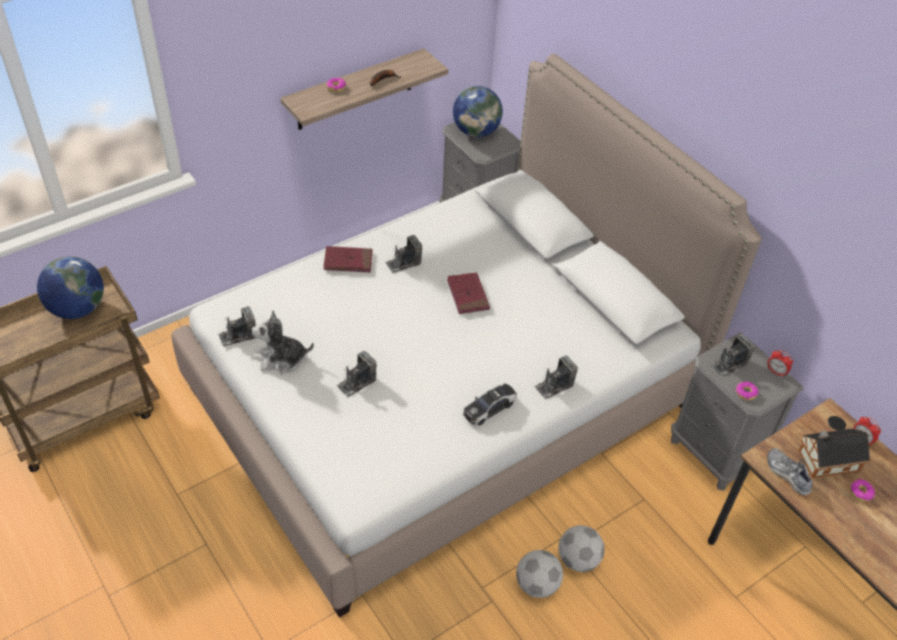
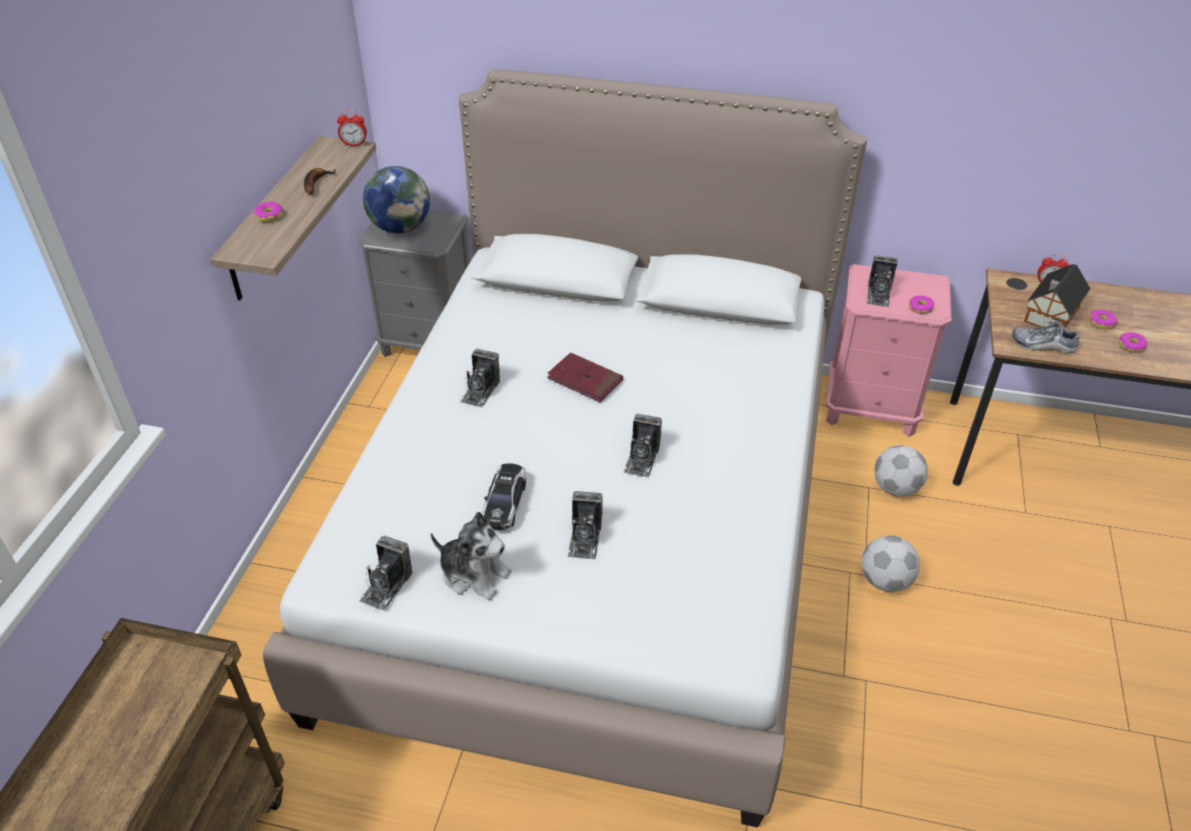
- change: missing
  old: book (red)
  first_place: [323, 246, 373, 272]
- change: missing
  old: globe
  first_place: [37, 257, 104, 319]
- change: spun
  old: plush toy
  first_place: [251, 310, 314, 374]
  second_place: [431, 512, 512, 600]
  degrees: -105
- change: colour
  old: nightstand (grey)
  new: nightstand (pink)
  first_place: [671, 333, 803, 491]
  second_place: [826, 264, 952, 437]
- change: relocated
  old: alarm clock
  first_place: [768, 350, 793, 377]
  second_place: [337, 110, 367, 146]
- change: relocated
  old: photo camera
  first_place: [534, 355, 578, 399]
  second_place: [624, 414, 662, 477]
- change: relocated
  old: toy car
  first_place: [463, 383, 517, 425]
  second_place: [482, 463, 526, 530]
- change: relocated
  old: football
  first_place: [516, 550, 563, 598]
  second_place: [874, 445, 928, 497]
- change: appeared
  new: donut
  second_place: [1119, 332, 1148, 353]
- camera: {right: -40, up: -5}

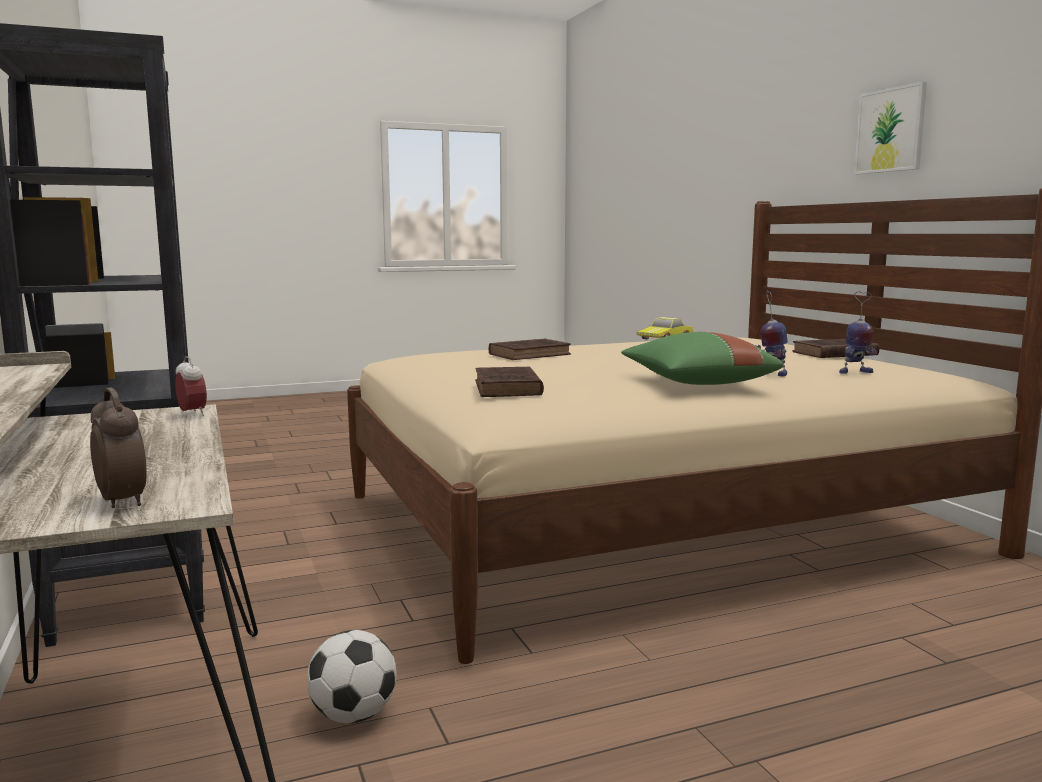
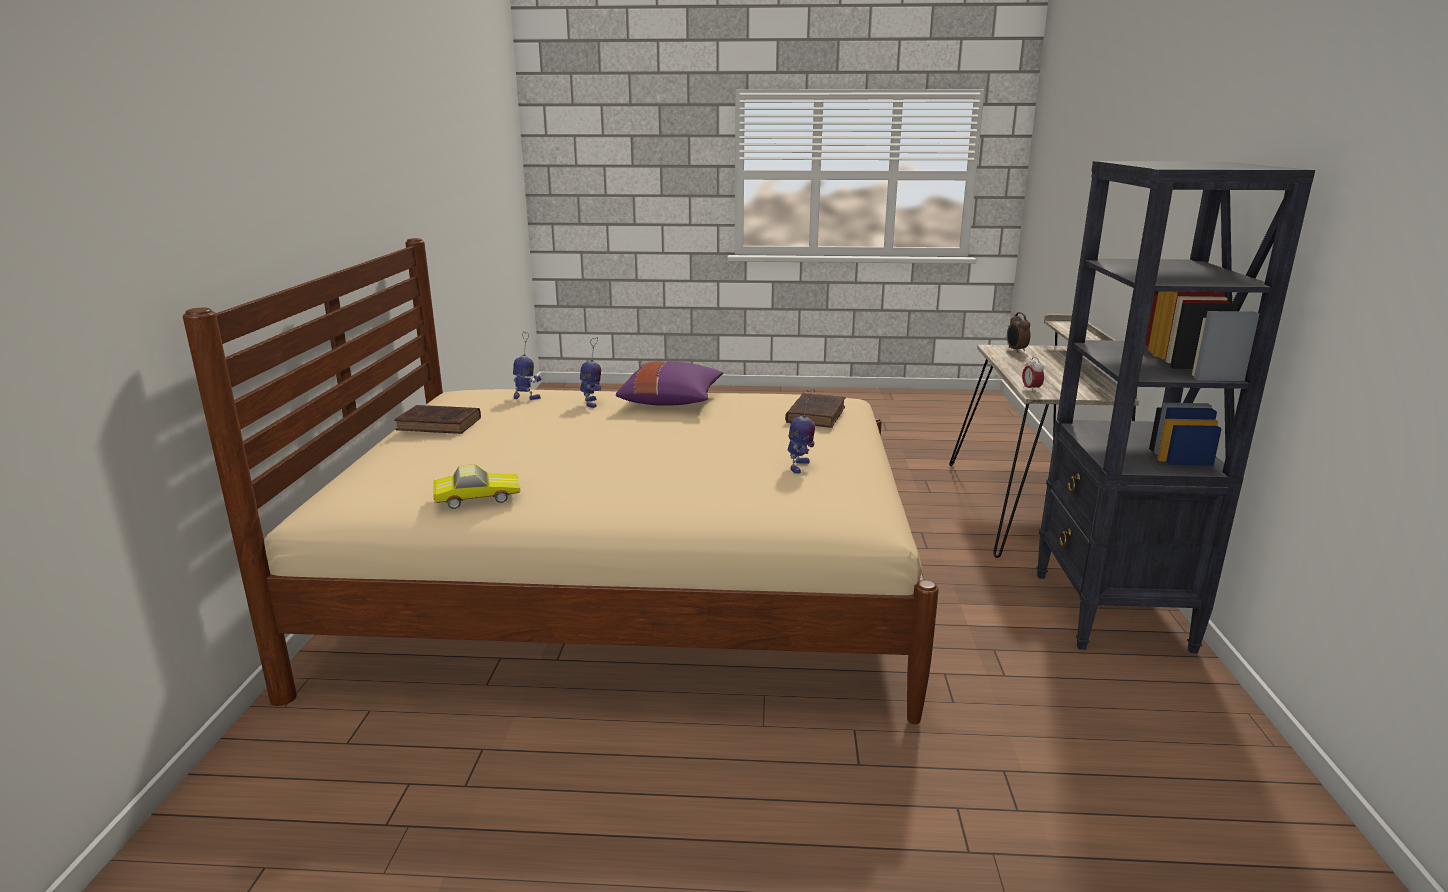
- change: missing
  old: picture
  first_place: [854, 82, 927, 174]
- change: colour
  old: pillow (green)
  new: pillow (purple)
  first_place: [621, 332, 784, 385]
  second_place: [616, 361, 723, 406]
- change: missing
  old: book (brown)
  first_place: [489, 338, 571, 360]
- change: missing
  old: football
  first_place: [307, 630, 397, 723]
- change: appeared
  new: toy robot
  second_place: [787, 389, 815, 474]
- camera: {right: -155, up: 10}

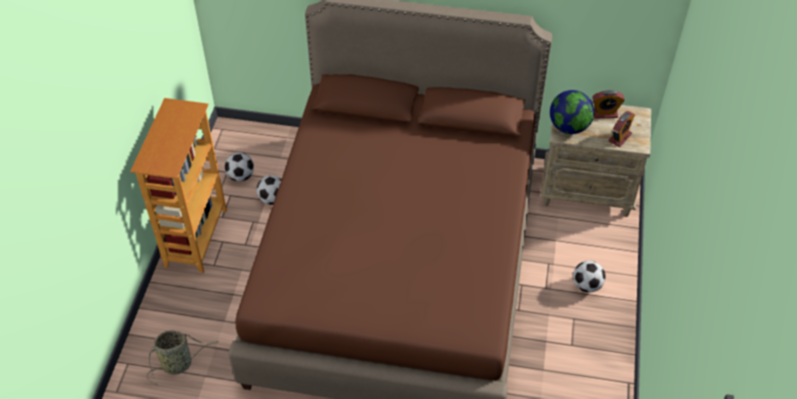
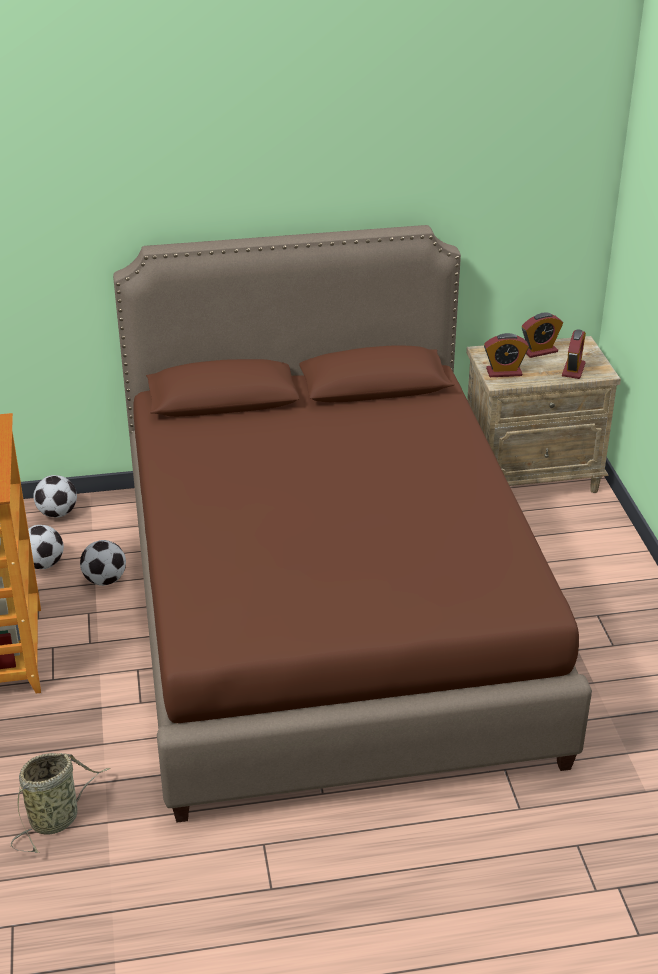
- change: exchanged
  old: globe
  new: alarm clock
  first_place: [550, 90, 594, 134]
  second_place: [484, 333, 529, 377]
- change: relocated
  old: football
  first_place: [573, 261, 606, 292]
  second_place: [33, 475, 77, 518]
- camera: {right: -20, up: -15}

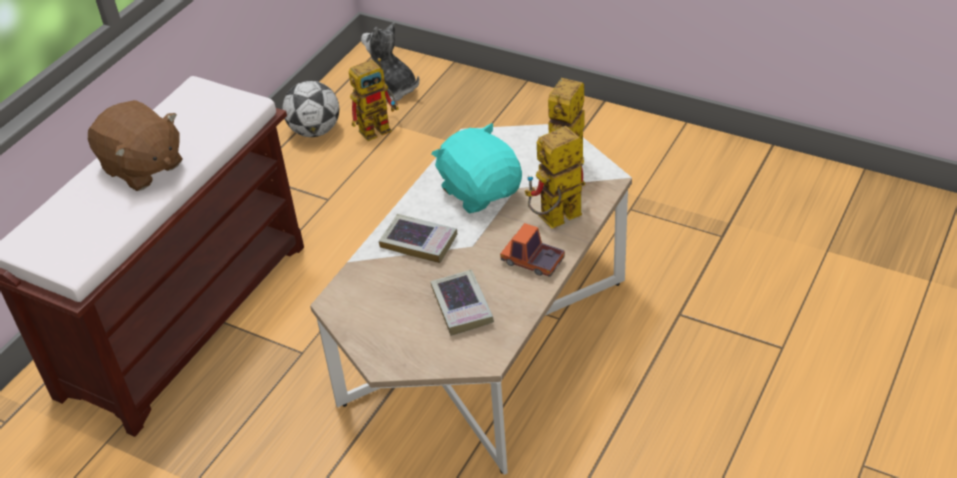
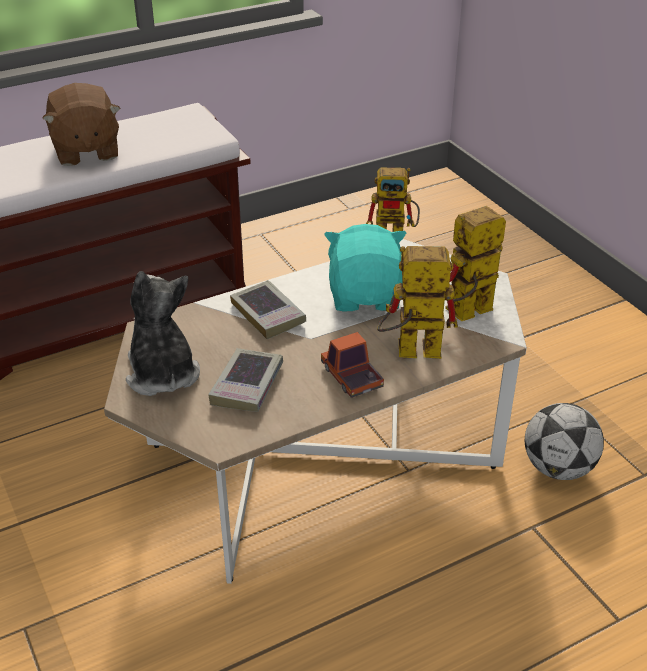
- change: relocated
  old: plush toy
  first_place: [361, 23, 419, 102]
  second_place: [126, 271, 200, 396]
- change: relocated
  old: football
  first_place: [283, 81, 339, 137]
  second_place: [524, 403, 604, 480]
- camera: {right: 30, up: -5}

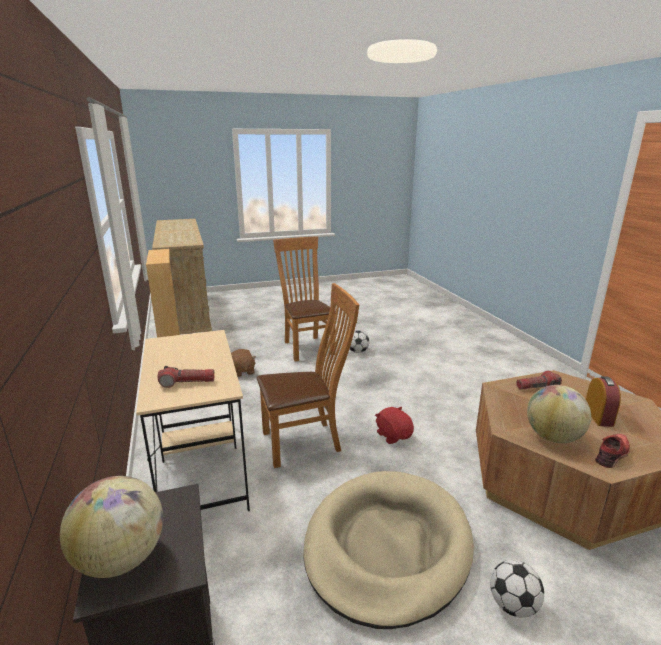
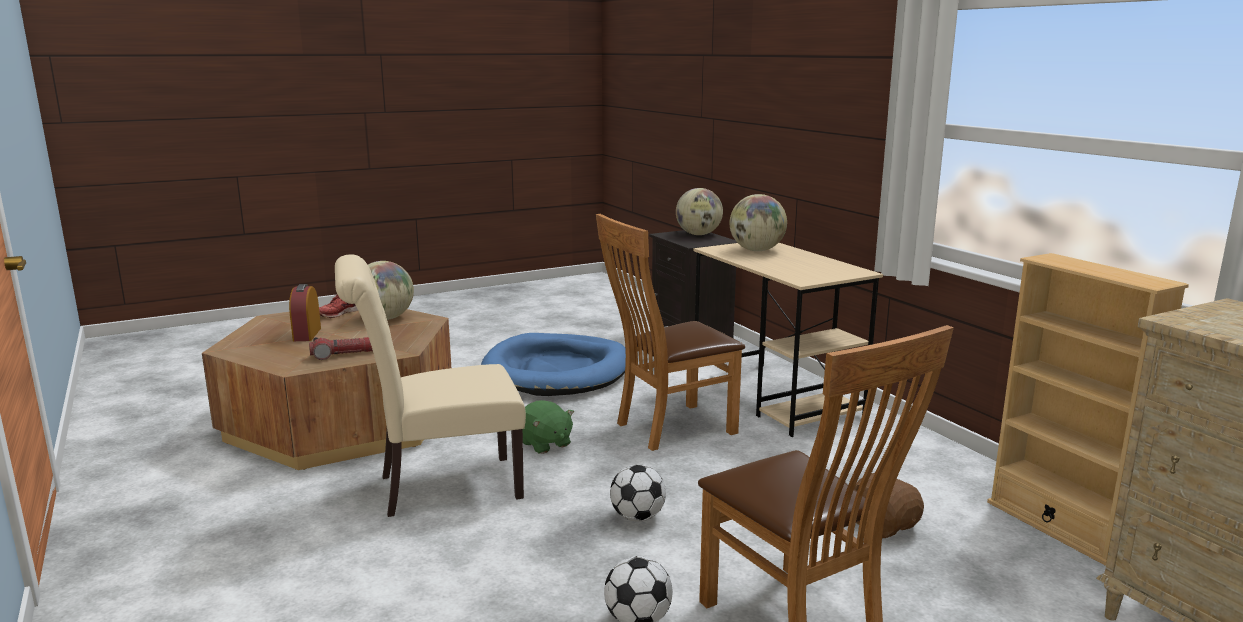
- change: exchanged
  old: flashlight
  new: globe
  first_place: [158, 366, 215, 388]
  second_place: [730, 194, 787, 251]
- change: colour
  old: plush toy (red)
  new: plush toy (green)
  first_place: [375, 406, 414, 444]
  second_place: [523, 400, 574, 454]
- change: colour
  old: dog bed (beige)
  new: dog bed (blue)
  first_place: [303, 471, 474, 629]
  second_place: [481, 333, 626, 396]
- change: relocated
  old: football
  first_place: [490, 560, 544, 618]
  second_place: [610, 464, 666, 522]
- change: appeared
  new: chair (beige)
  second_place: [335, 254, 526, 517]
- camera: {right: 170, up: -5}

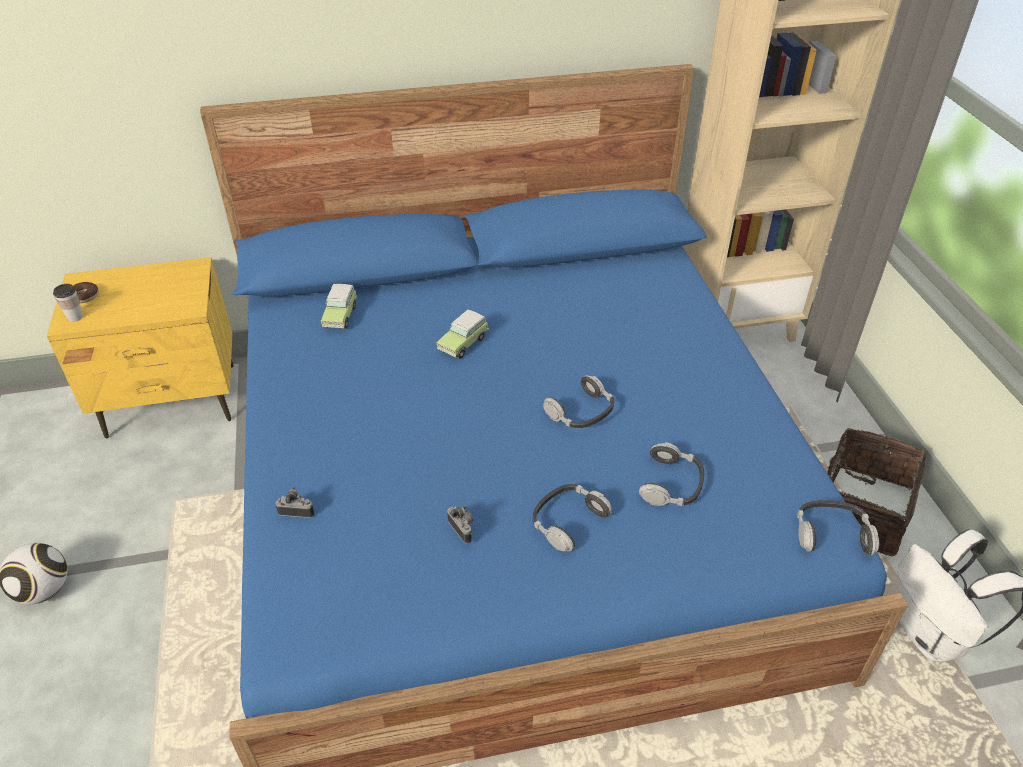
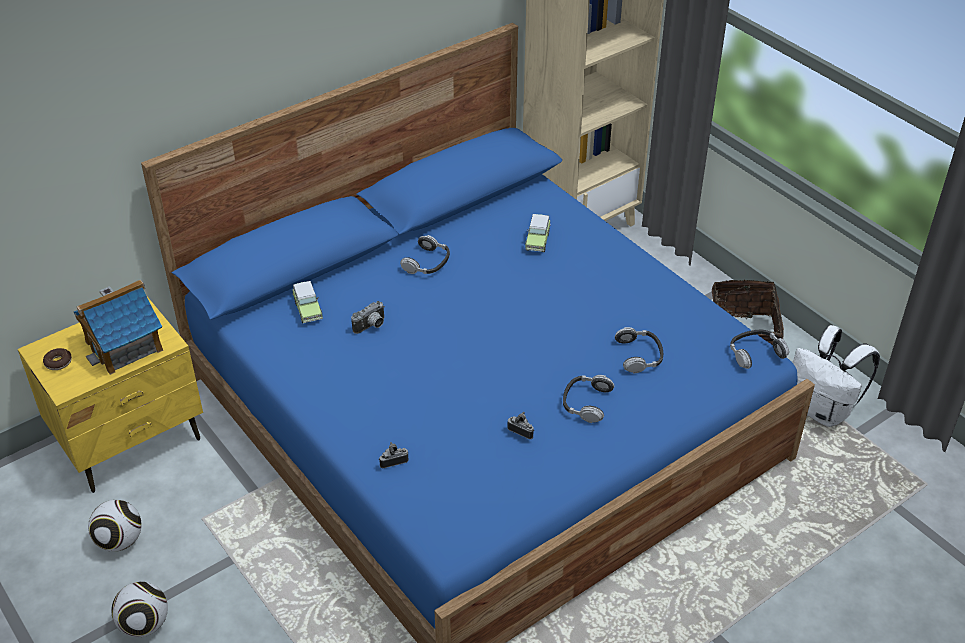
- change: missing
  old: cup
  first_place: [53, 284, 83, 322]
- change: relocated
  old: toy car
  first_place: [437, 309, 489, 359]
  second_place: [525, 214, 551, 252]
- change: relocated
  old: headphones
  first_place: [543, 375, 614, 428]
  second_place: [400, 235, 450, 274]
- change: appeared
  new: toy house
  second_place: [74, 280, 163, 375]
- change: appeared
  new: photo camera
  second_place: [351, 301, 385, 334]
- change: appeared
  new: football
  second_place: [88, 500, 142, 552]
- camera: {right: -25, up: 0}

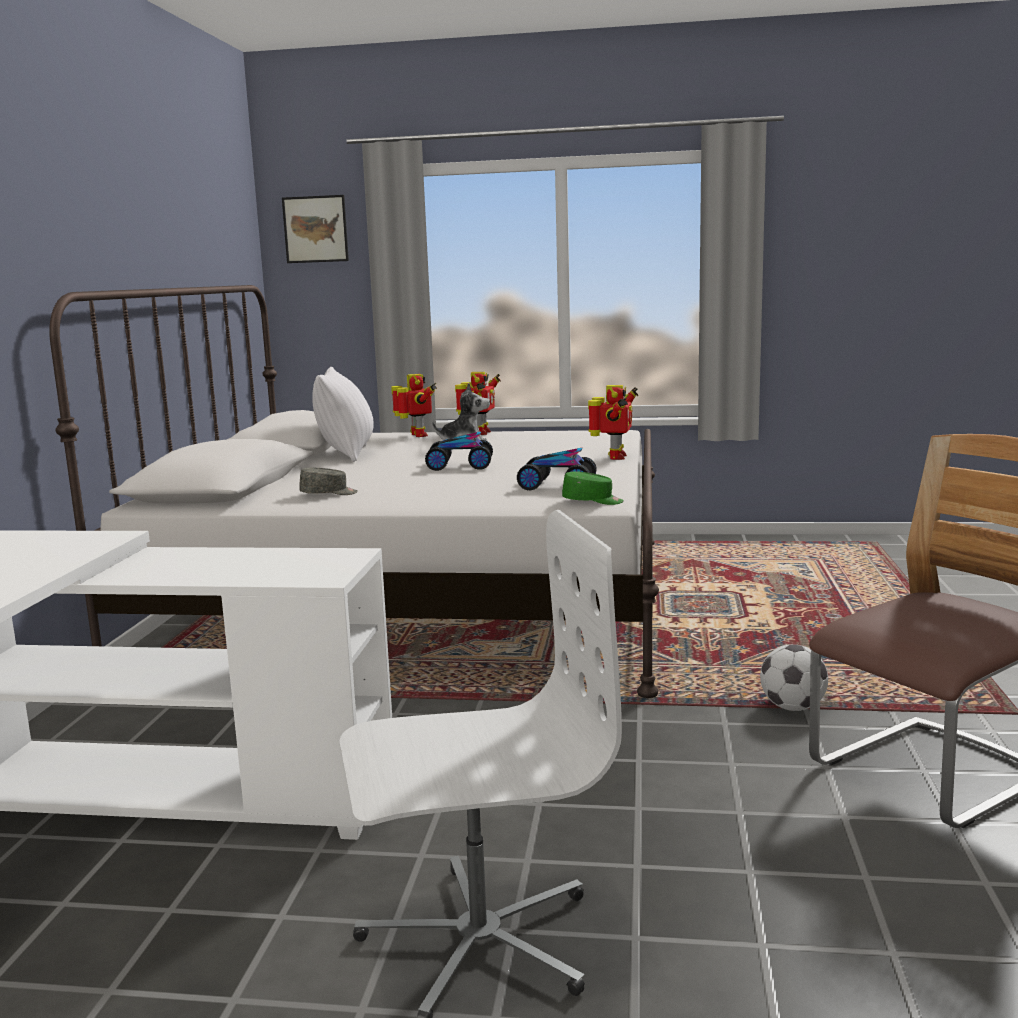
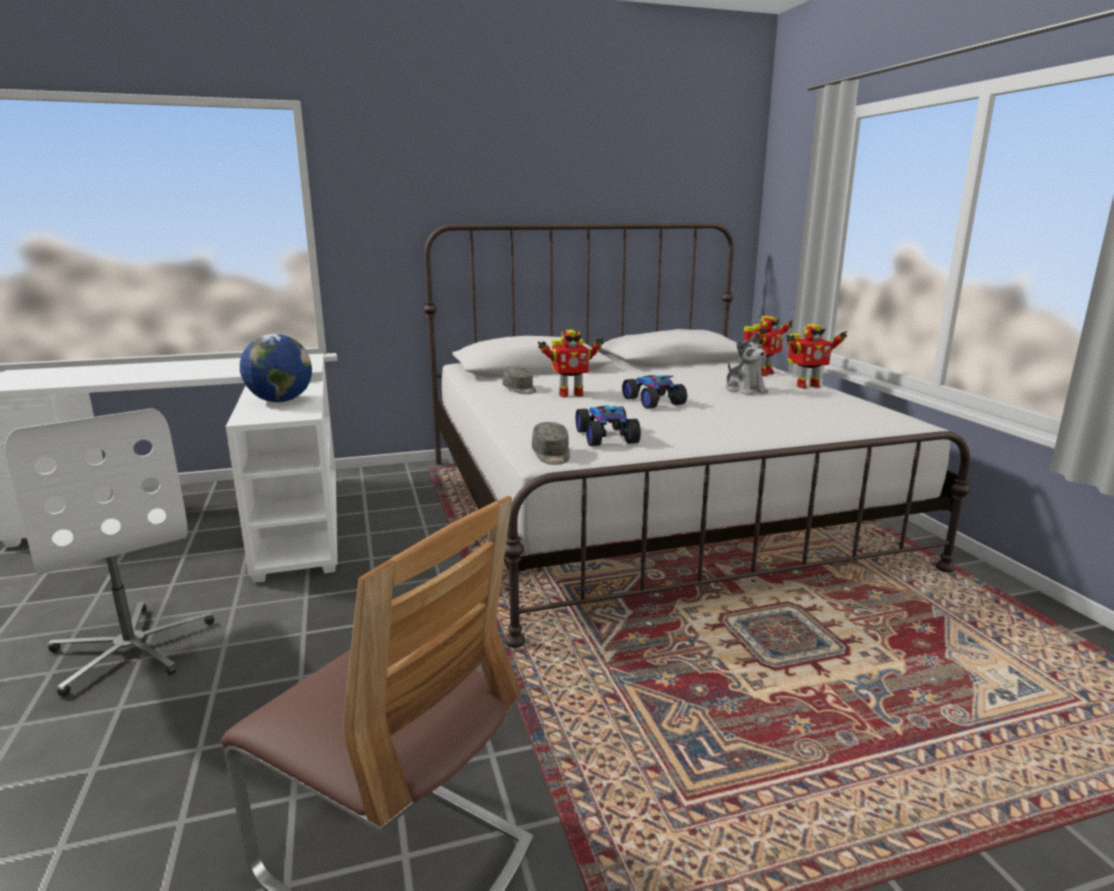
- change: missing
  old: picture
  first_place: [282, 195, 349, 263]
- change: missing
  old: pillow (white)
  first_place: [312, 367, 374, 462]
- change: relocated
  old: toy robot
  first_place: [588, 385, 639, 460]
  second_place: [537, 330, 604, 398]
- change: colour
  old: cap (green)
  new: cap (grey)
  first_place: [562, 471, 624, 505]
  second_place: [532, 422, 570, 465]
- change: missing
  old: football
  first_place: [760, 644, 828, 711]
- change: appeared
  new: globe
  second_place: [240, 334, 312, 402]
- camera: {right: 65, up: 5}

